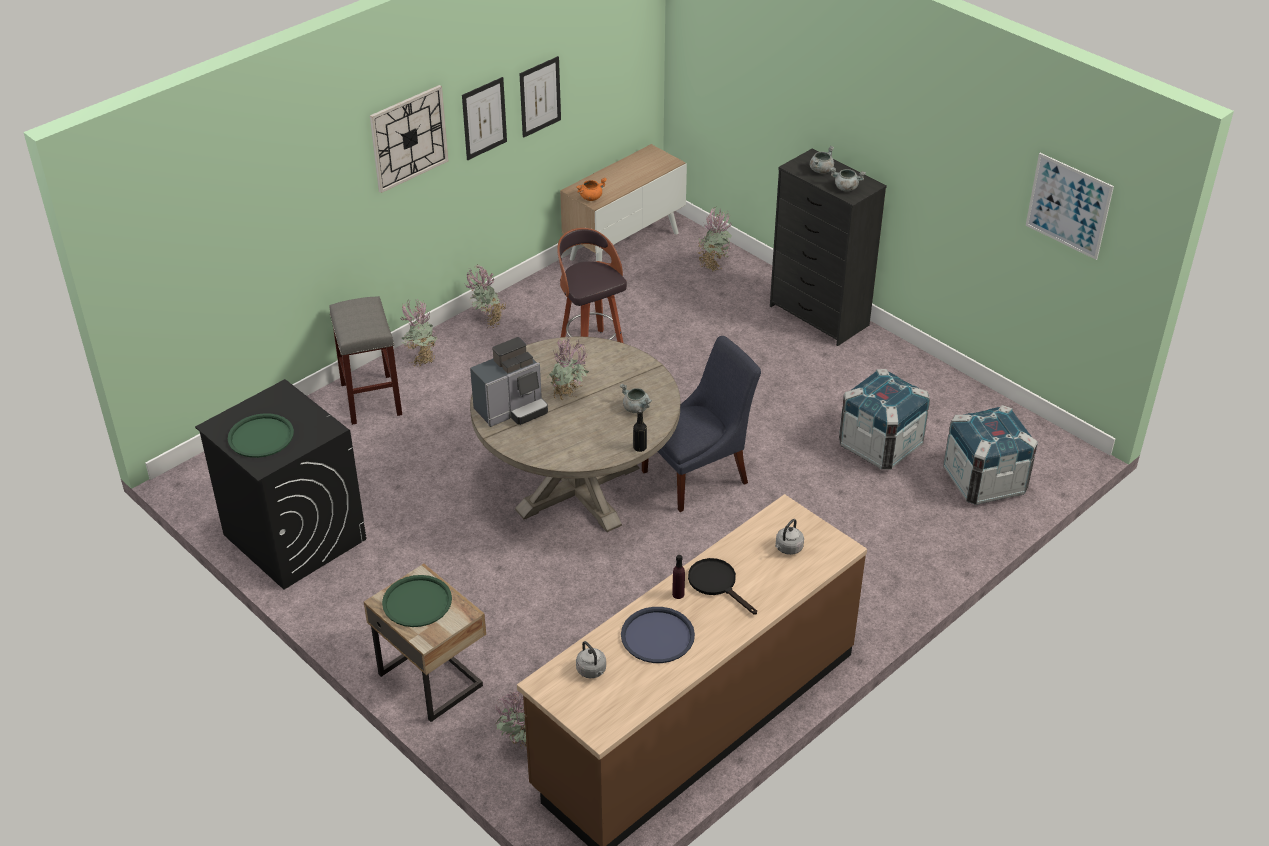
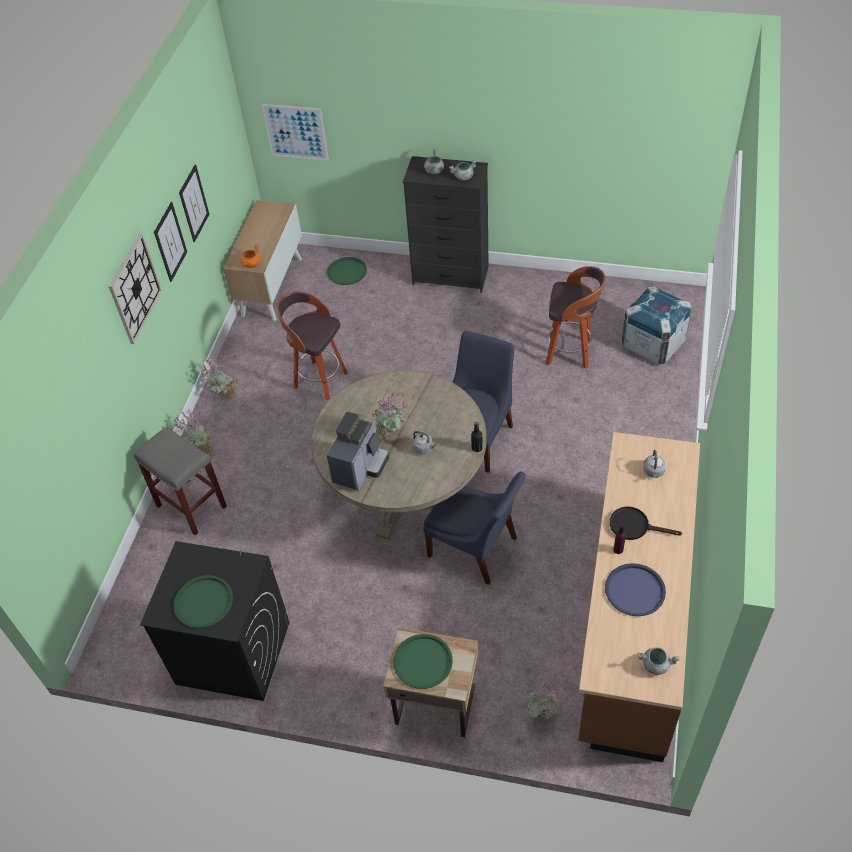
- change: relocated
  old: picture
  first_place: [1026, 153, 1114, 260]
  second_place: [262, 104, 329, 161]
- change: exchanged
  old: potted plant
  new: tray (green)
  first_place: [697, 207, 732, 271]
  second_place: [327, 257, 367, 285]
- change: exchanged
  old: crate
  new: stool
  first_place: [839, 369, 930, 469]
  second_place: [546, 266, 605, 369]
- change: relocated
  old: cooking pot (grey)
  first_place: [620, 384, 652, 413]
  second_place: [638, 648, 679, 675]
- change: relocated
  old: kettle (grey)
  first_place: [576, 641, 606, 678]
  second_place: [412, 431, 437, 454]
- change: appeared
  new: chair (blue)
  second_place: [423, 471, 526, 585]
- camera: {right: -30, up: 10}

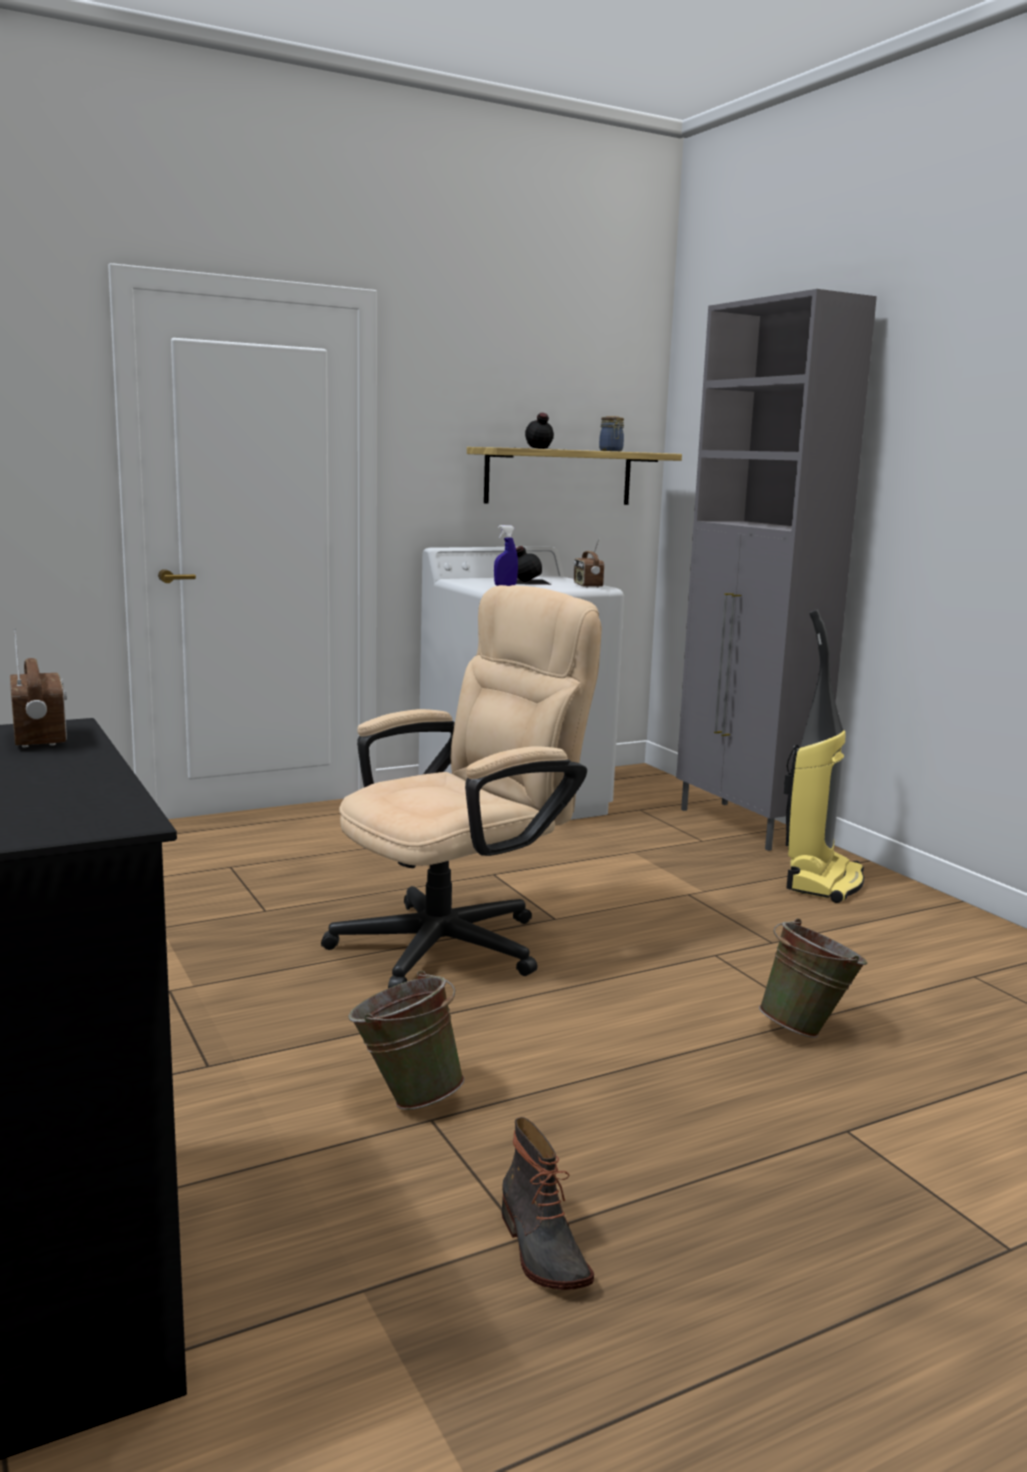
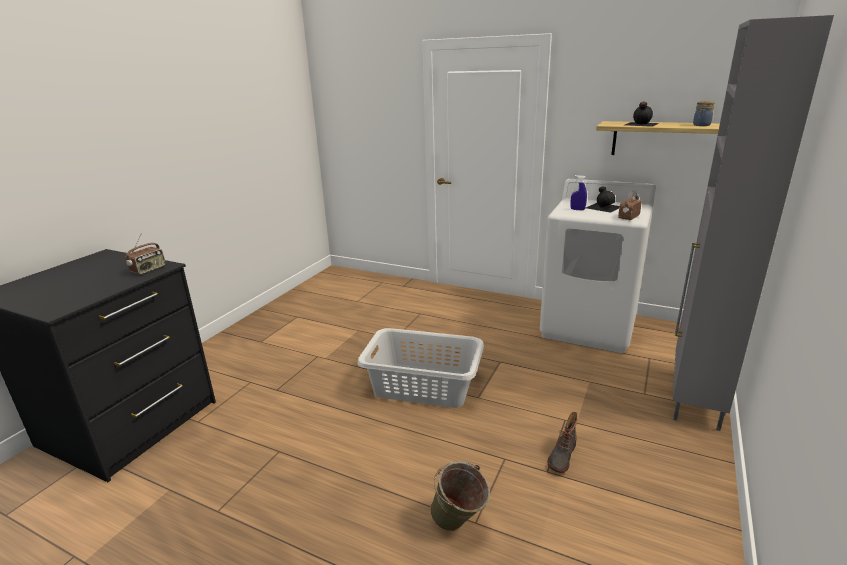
- change: exchanged
  old: office chair (beige)
  new: laundry basket (grey)
  first_place: [321, 585, 602, 988]
  second_place: [357, 328, 484, 408]
- change: missing
  old: vacuum cleaner
  first_place: [784, 609, 864, 903]
- change: missing
  old: bucket (green)
  first_place: [348, 971, 465, 1110]
- change: relocated
  old: boot
  first_place: [502, 1117, 594, 1290]
  second_place: [548, 412, 577, 473]
- camera: {right: 55, up: 10}

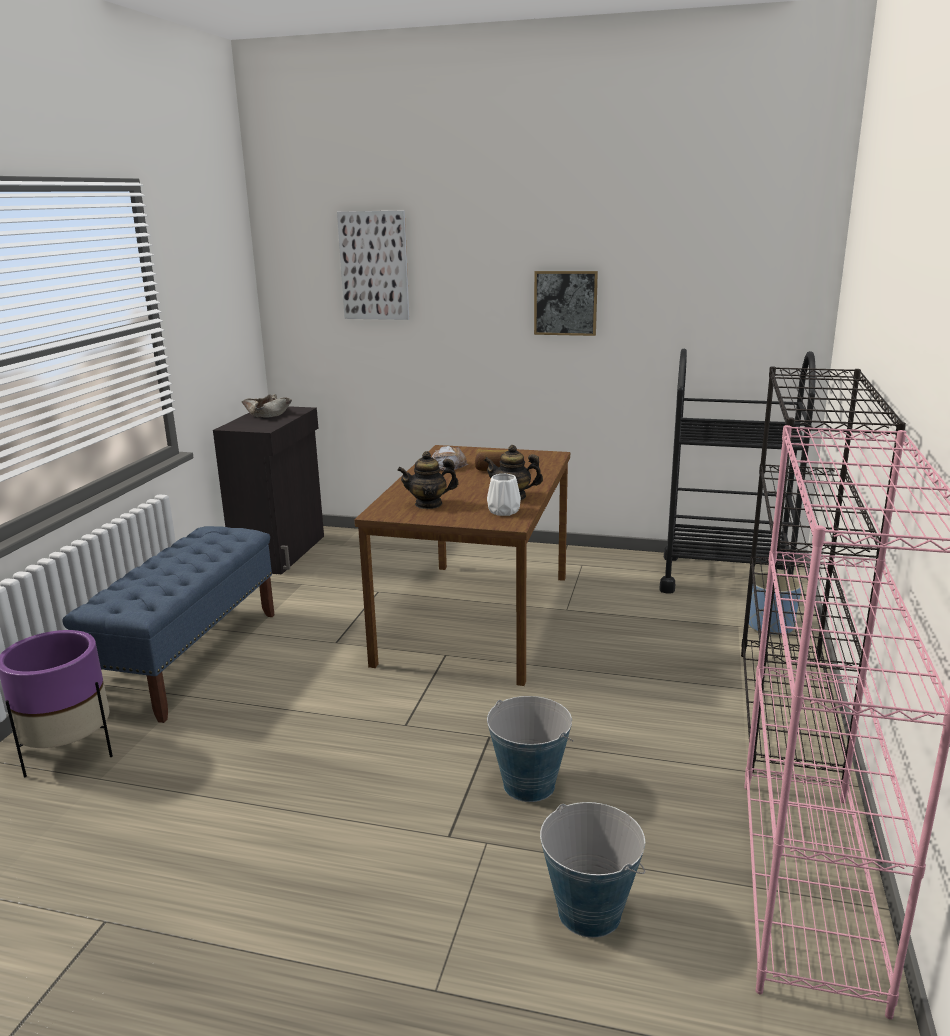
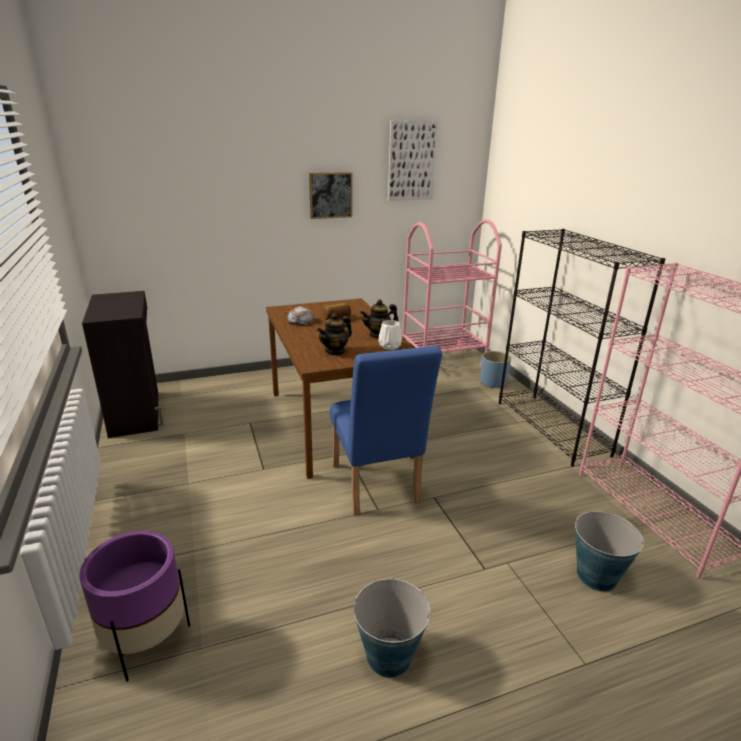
- change: relocated
  old: picture
  first_place: [337, 210, 410, 320]
  second_place: [388, 121, 438, 201]
- change: colour
  old: cart (black)
  new: cart (pink)
  first_place: [659, 349, 815, 594]
  second_place: [402, 219, 502, 367]
- change: missing
  old: bowl (beige)
  first_place: [242, 394, 292, 417]
- change: missing
  old: bench (blue)
  first_place: [63, 526, 275, 723]
- change: relocated
  old: bucket
  first_place: [487, 696, 574, 802]
  second_place: [353, 579, 431, 678]
- change: appeared
  new: chair (blue)
  second_place: [330, 346, 442, 515]
- camera: {right: -35, up: 5}

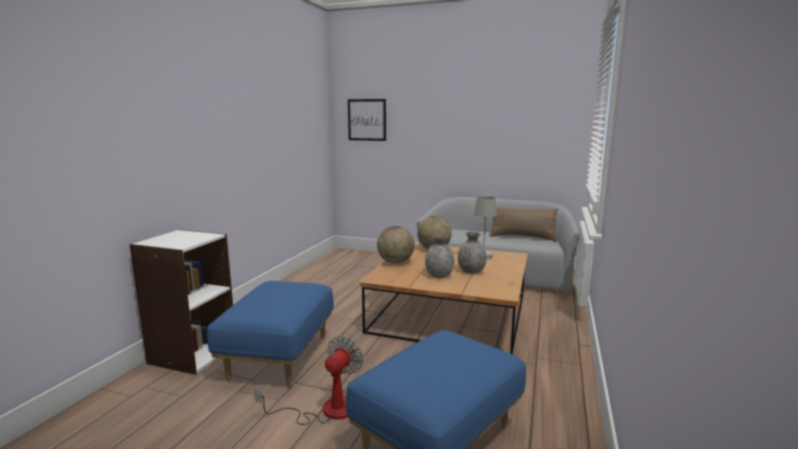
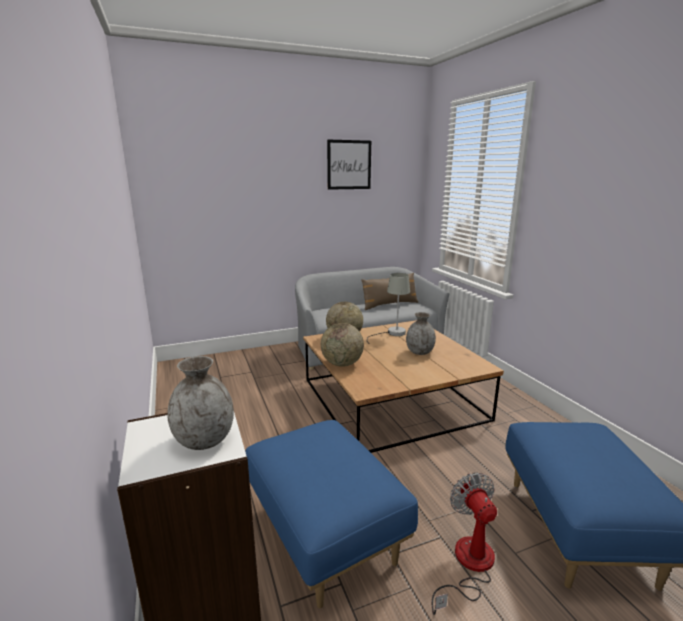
- change: relocated
  old: picture
  first_place: [348, 99, 386, 141]
  second_place: [327, 140, 371, 190]
- change: relocated
  old: vase (grey)
  first_place: [425, 235, 454, 278]
  second_place: [167, 356, 234, 450]
- camera: {right: -40, up: 5}

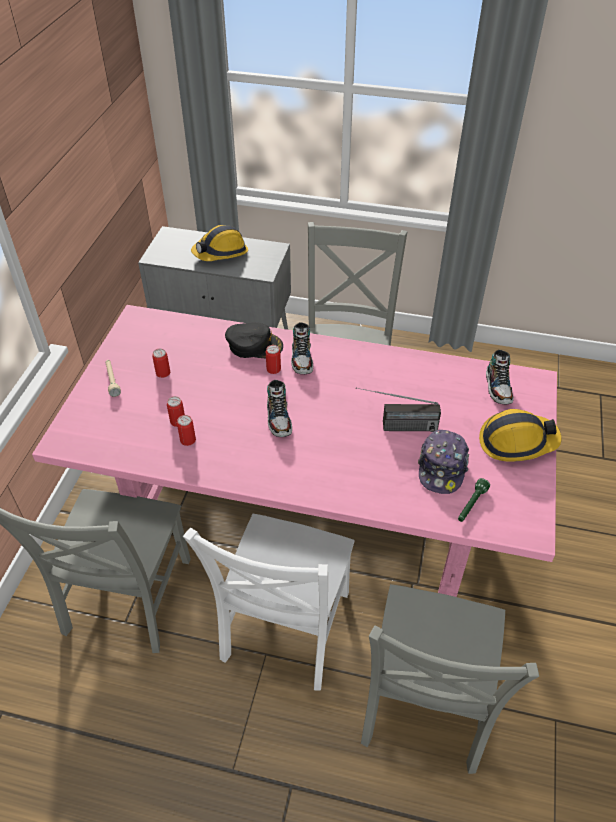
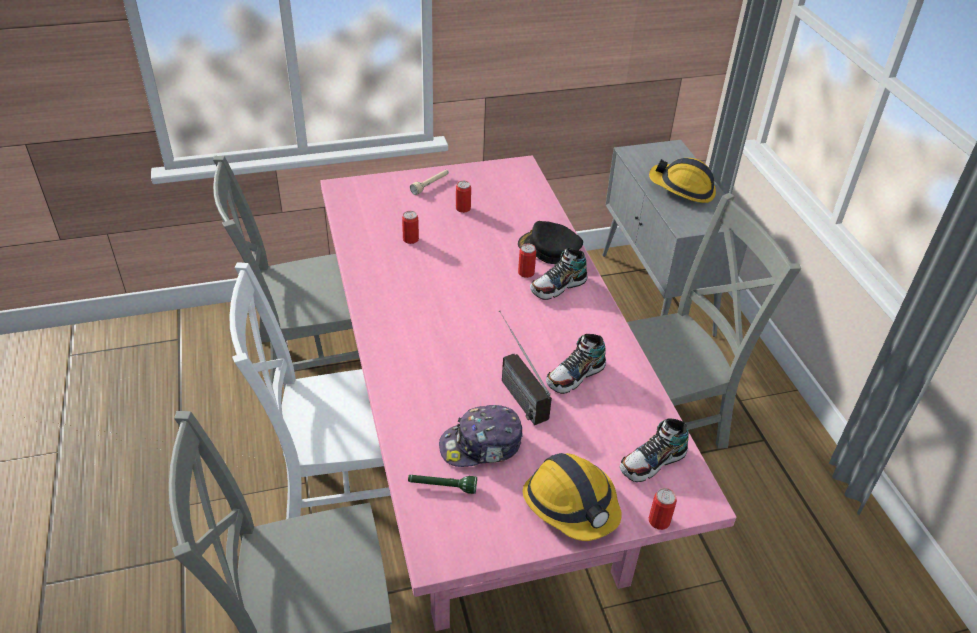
- change: spun
  old: cap (black)
  first_place: [225, 322, 283, 358]
  second_place: [518, 221, 583, 264]
  degrees: 135
- change: relocated
  old: shoe
  first_place: [267, 380, 292, 437]
  second_place: [546, 334, 606, 394]
- change: relocated
  old: can
  first_place: [177, 415, 196, 446]
  second_place: [649, 488, 677, 530]
- camera: {right: 60, up: -5}

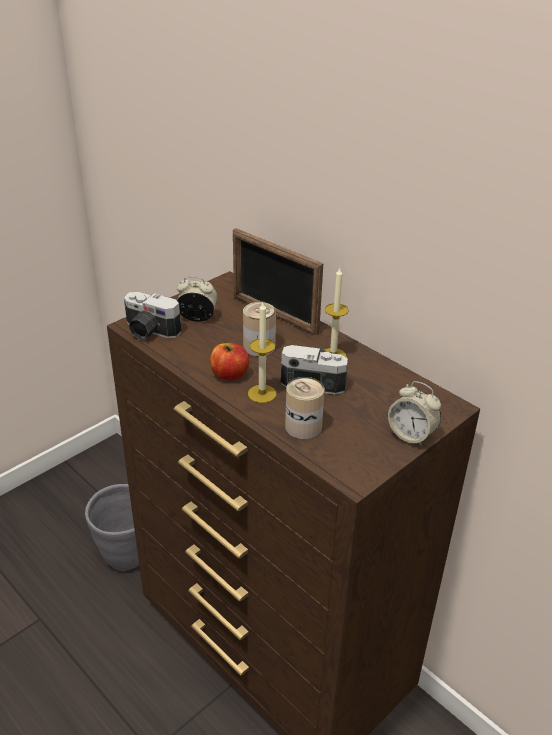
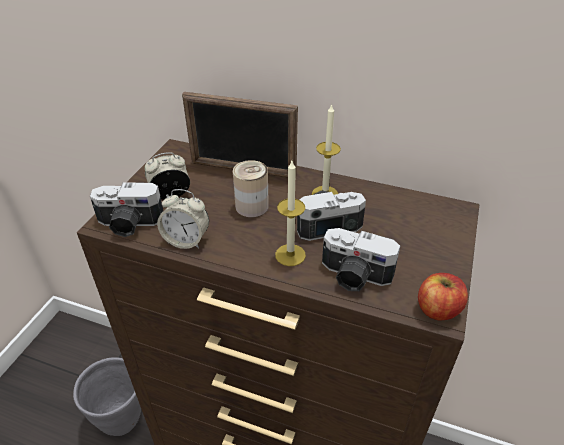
- change: relocated
  old: apple
  first_place: [210, 343, 249, 380]
  second_place: [418, 273, 468, 321]
- change: exchanged
  old: can
  new: photo camera
  first_place: [285, 377, 325, 439]
  second_place: [322, 228, 400, 291]
- change: relocated
  old: alarm clock
  first_place: [388, 381, 441, 447]
  second_place: [157, 189, 209, 249]
- camera: {right: -25, up: 5}

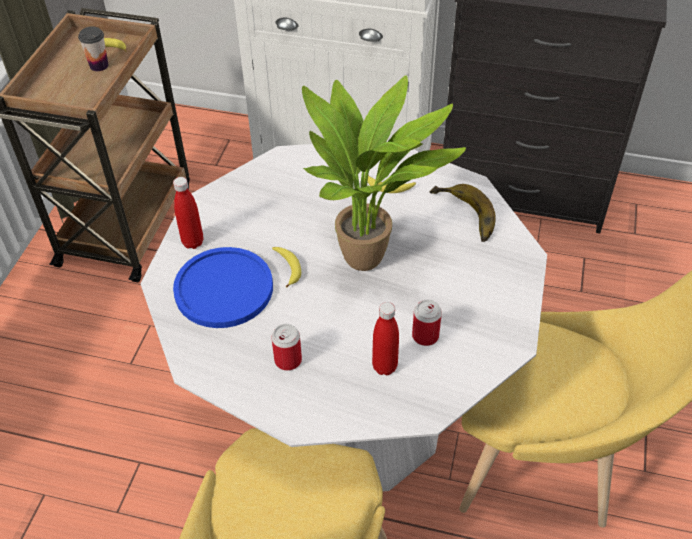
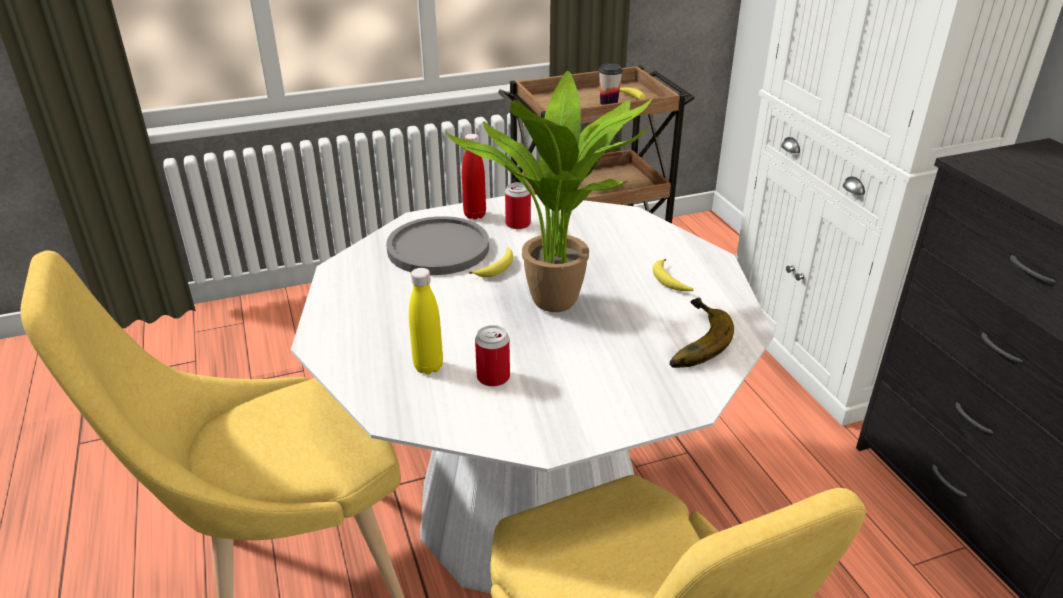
- change: colour
  old: plate (blue)
  new: plate (grey)
  first_place: [173, 247, 273, 328]
  second_place: [386, 216, 489, 275]
- change: colour
  old: bottle (red)
  new: bottle (yellow)
  first_place: [372, 302, 399, 375]
  second_place: [409, 268, 443, 374]
- change: relocated
  old: can
  first_place: [272, 324, 302, 371]
  second_place: [505, 182, 531, 229]
- camera: {right: 55, up: -15}

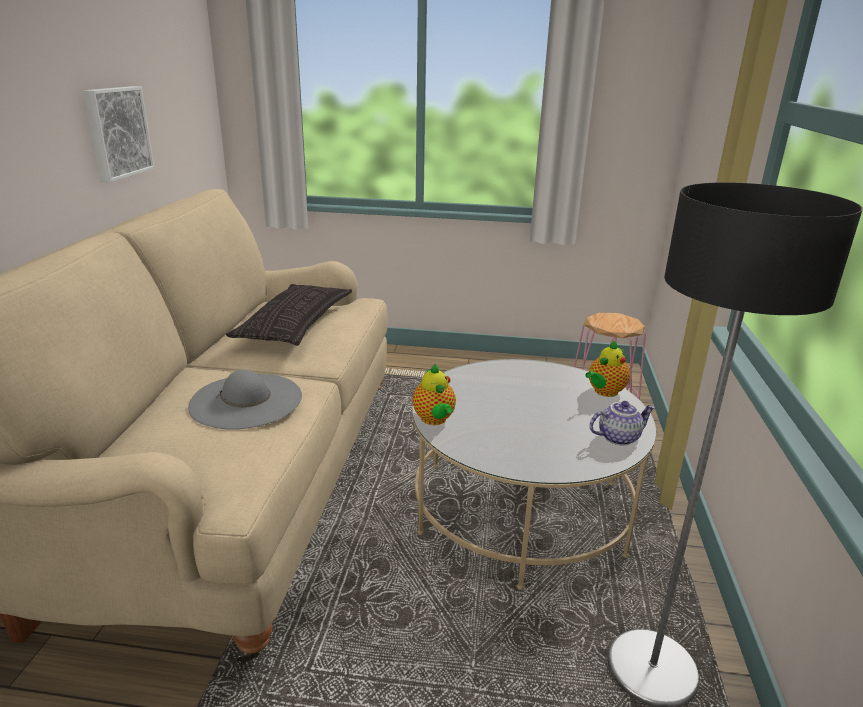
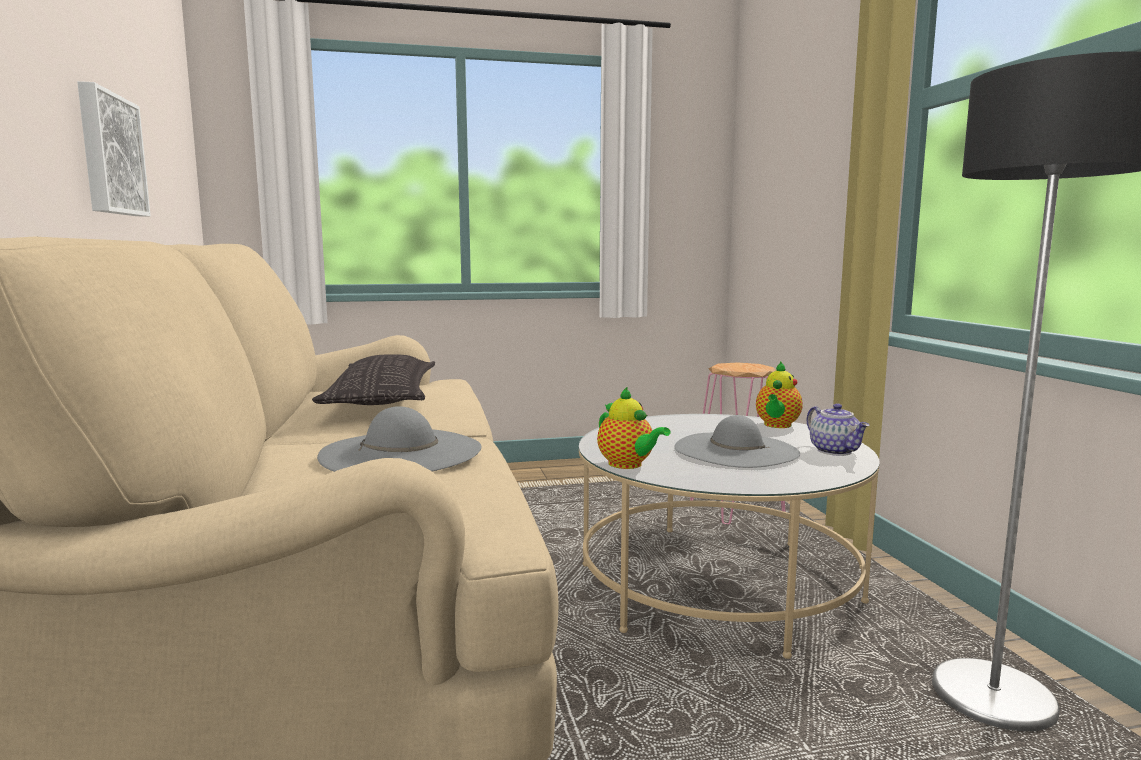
- change: spun
  old: teapot
  first_place: [590, 401, 655, 446]
  second_place: [807, 404, 869, 456]
  degrees: 105
- change: appeared
  new: hat (grey)
  second_place: [675, 415, 800, 468]
- camera: {right: -20, up: -15}

